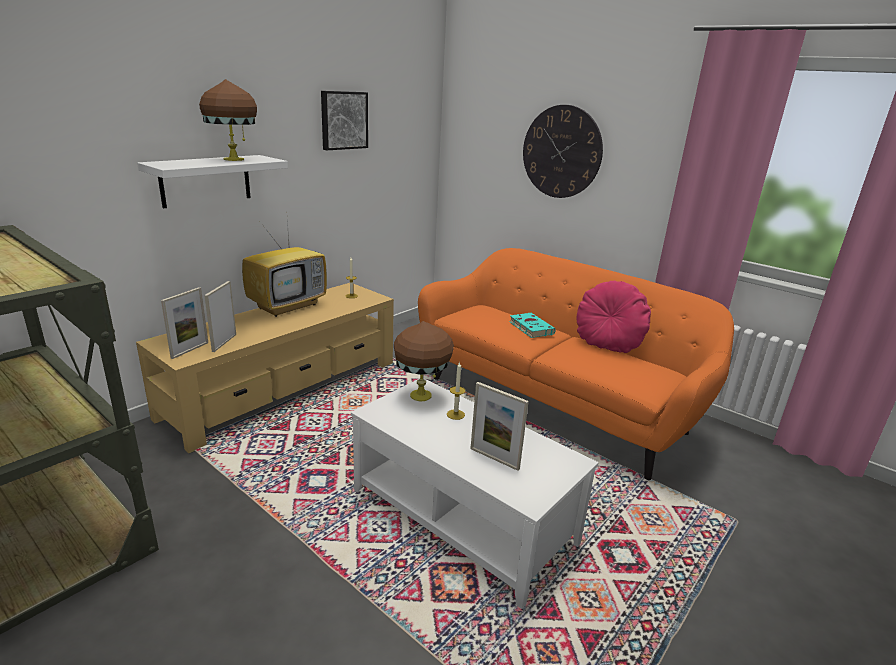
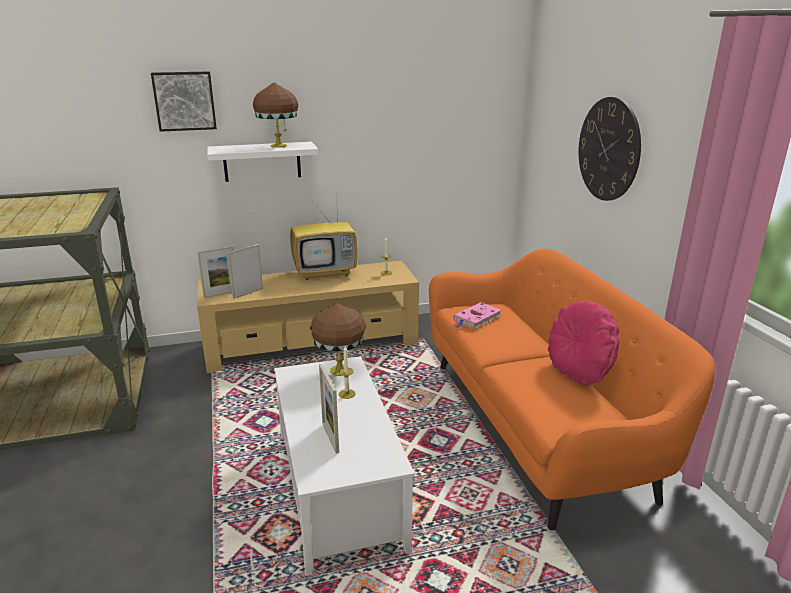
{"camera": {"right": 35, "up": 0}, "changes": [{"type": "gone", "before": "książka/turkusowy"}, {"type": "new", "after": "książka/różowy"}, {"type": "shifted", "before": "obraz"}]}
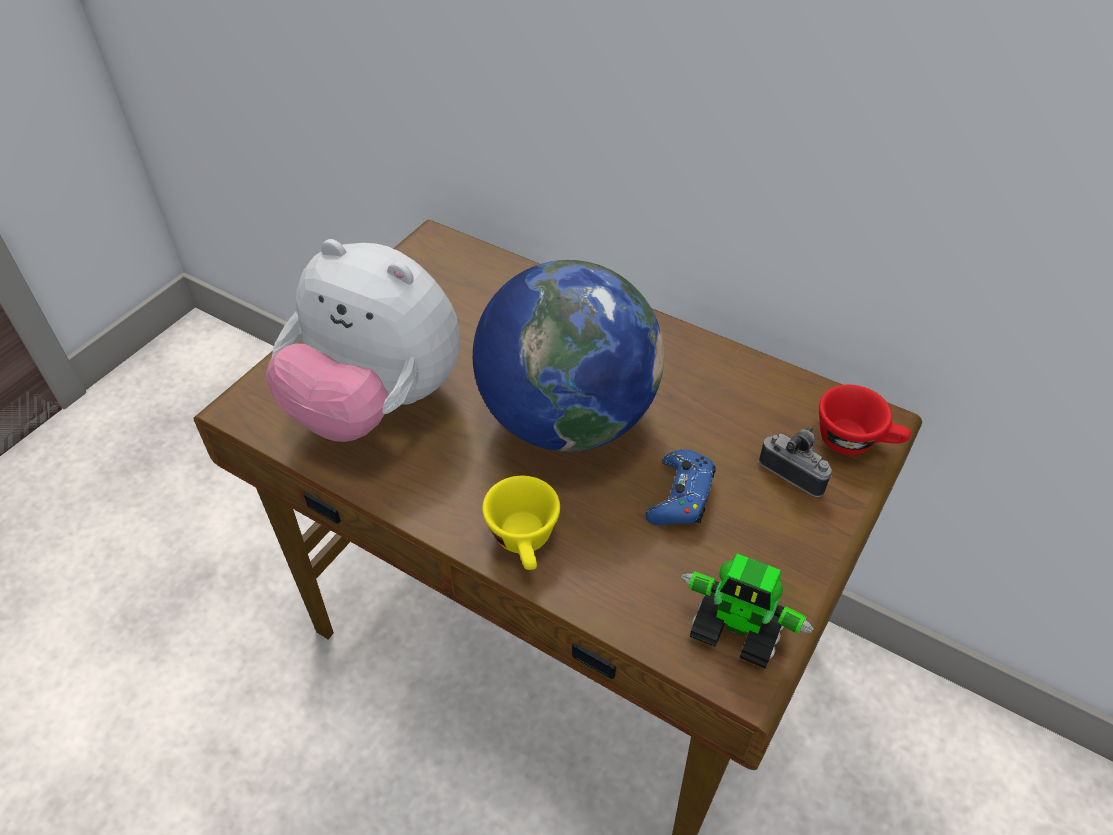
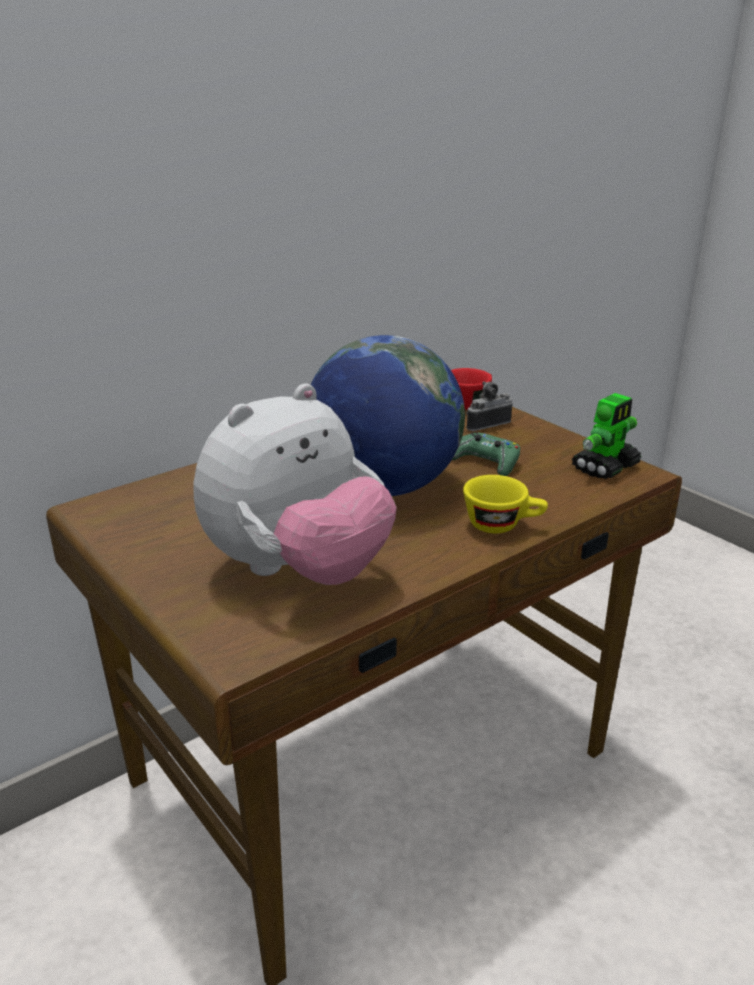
{"camera": {"right": -70, "up": -20}, "changes": [{"type": "repainted", "before": "pad do gier/niebieski", "after": "pad do gier/zielony"}]}
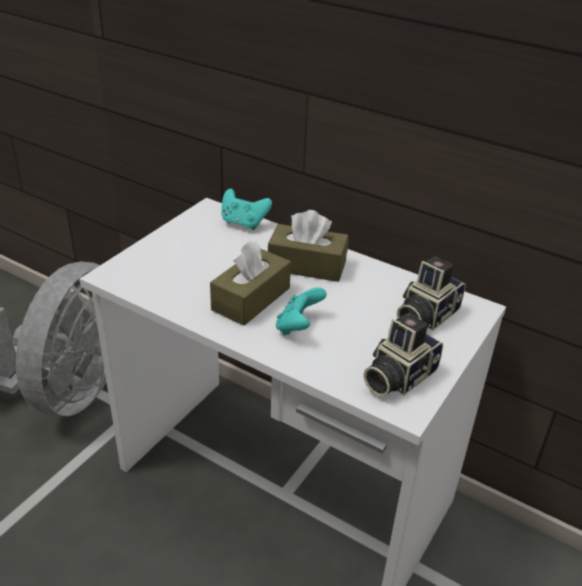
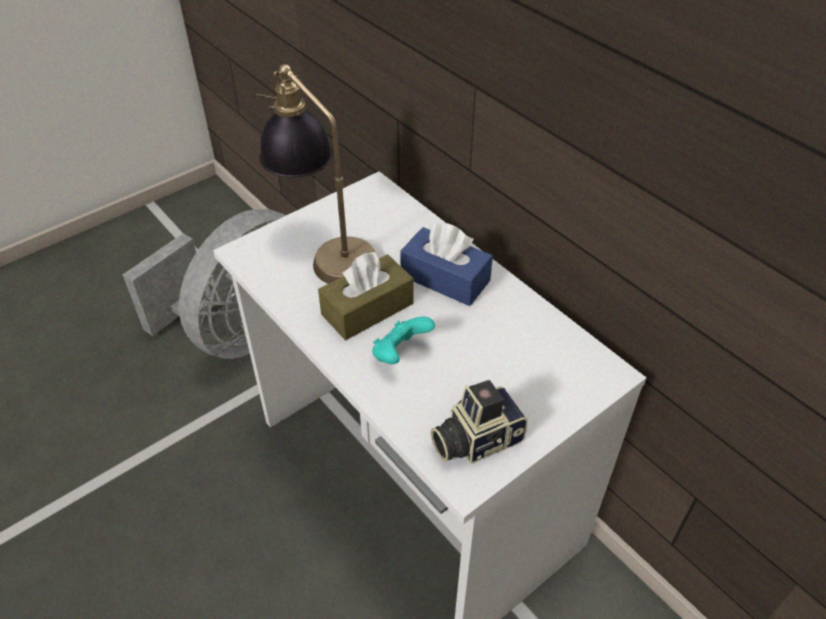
{"camera": {"right": 20, "up": 10}, "changes": [{"type": "gone", "before": "pad do gier/turkusowy (no. 1 from left)"}, {"type": "gone", "before": "aparat fotograficzny (no. 2 from left)"}, {"type": "new", "after": "lampa stołowa"}, {"type": "repainted", "before": "pudełko chusteczek/brązowy (no. 2 from left)", "after": "pudełko chusteczek/niebieski"}]}
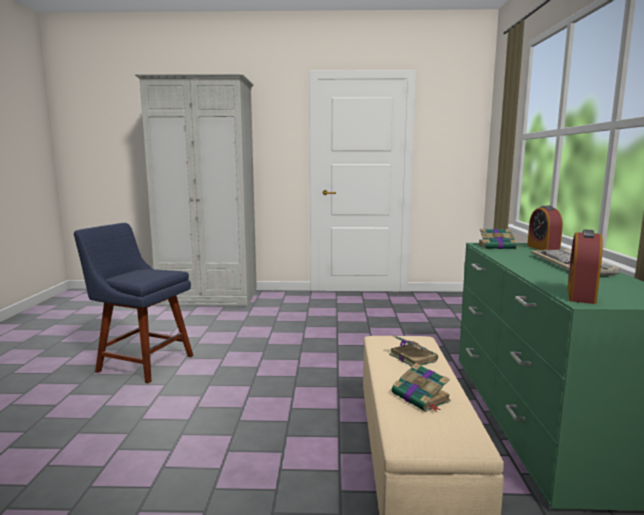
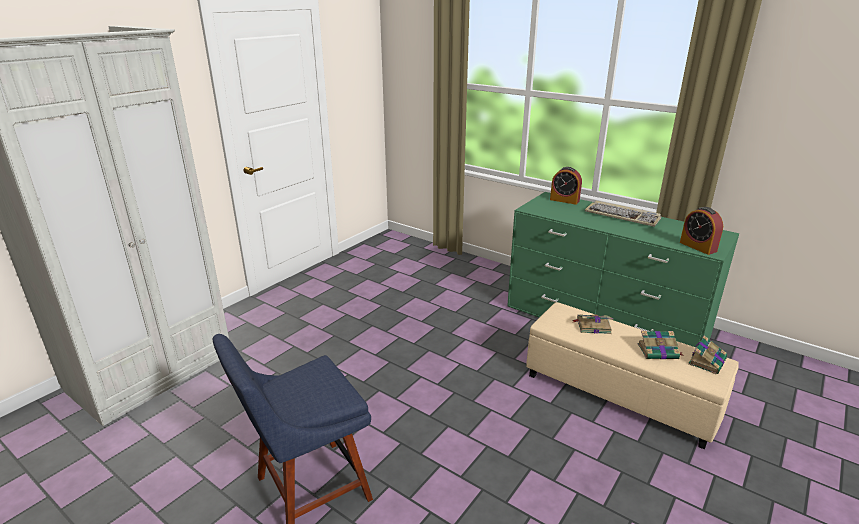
{"camera": {"right": -55, "up": 15}, "changes": [{"type": "shifted", "before": "książka (no. 3 from left)"}]}
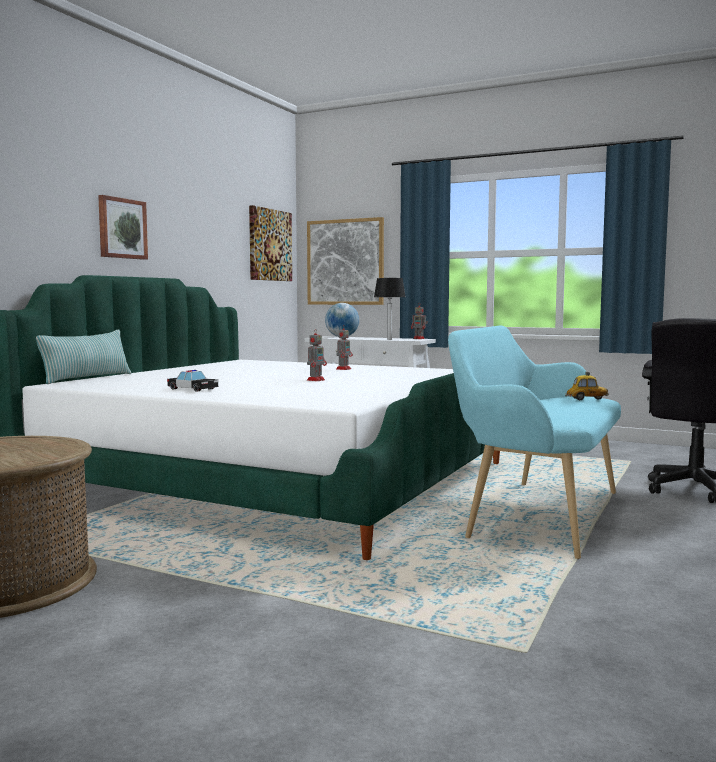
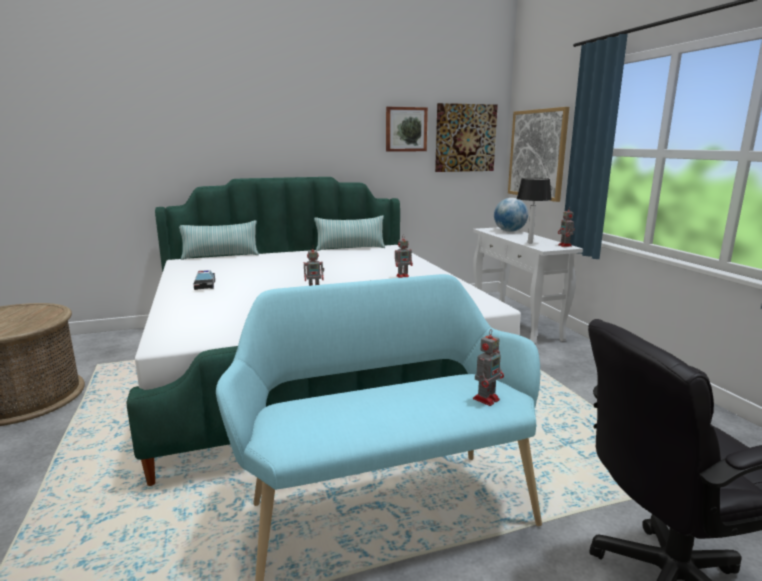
{"camera": {"right": 45, "up": 10}, "changes": [{"type": "new", "after": "poduszka (no. 2 from left)"}, {"type": "shifted", "before": "obraz (no. 1 from left)"}, {"type": "swapped", "before": "samochodzik (no. 2 from left)", "after": "robot zabawkowy (no. 3 from left)"}]}
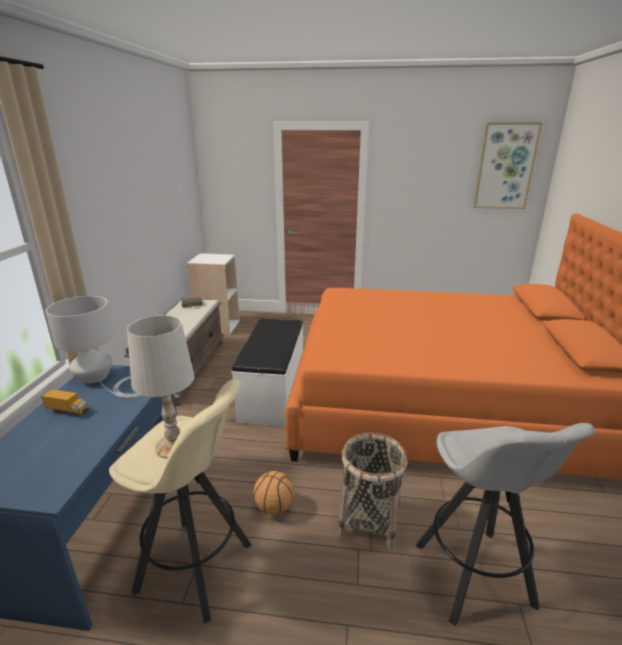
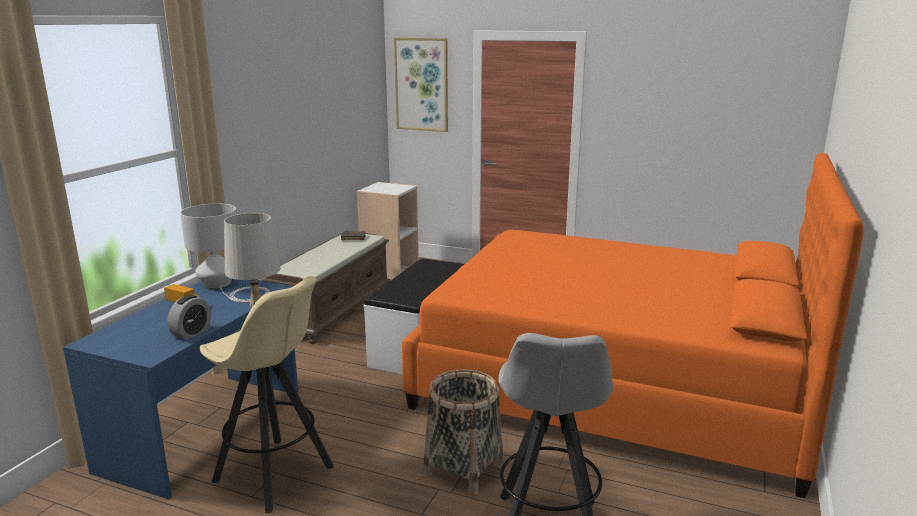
{"camera": {"right": 15, "up": -5}, "changes": [{"type": "gone", "before": "piłka do koszykówki"}, {"type": "new", "after": "budzik"}, {"type": "shifted", "before": "obraz"}]}
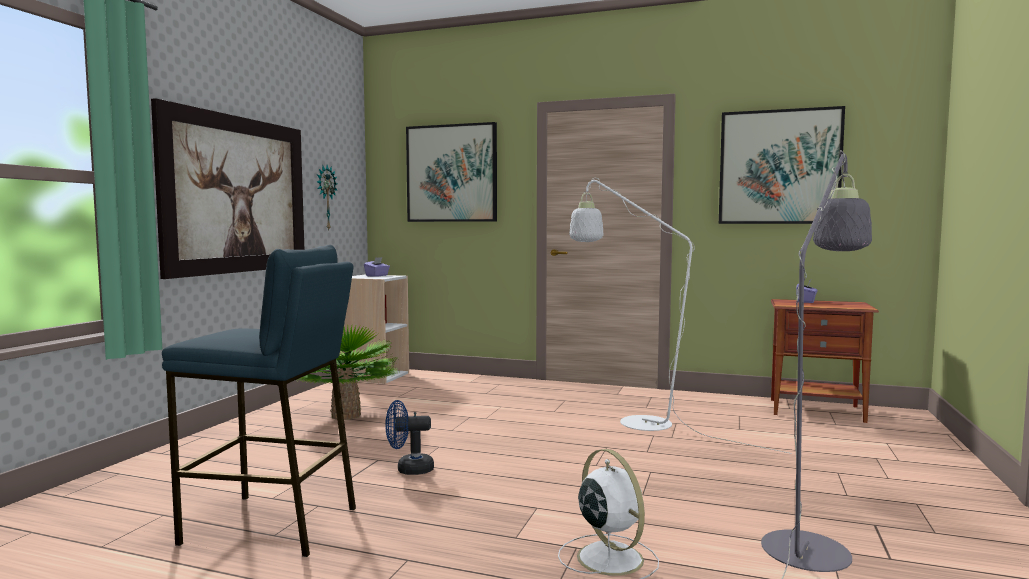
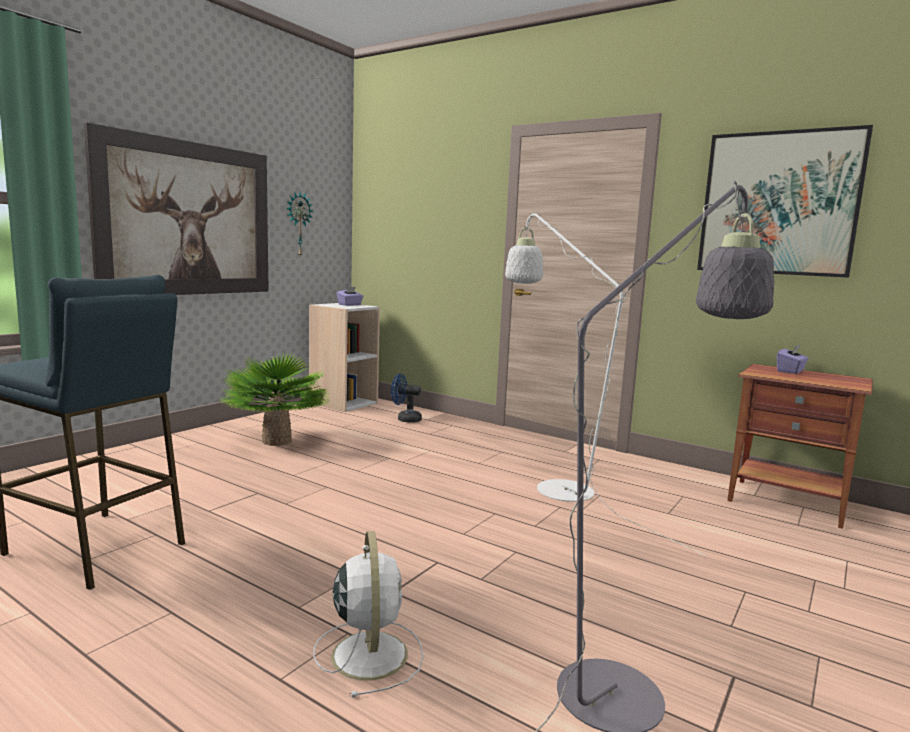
{"camera": {"right": 15, "up": 5}, "changes": [{"type": "gone", "before": "obraz (no. 2 from left)"}, {"type": "shifted", "before": "wentylator/niebieski"}]}
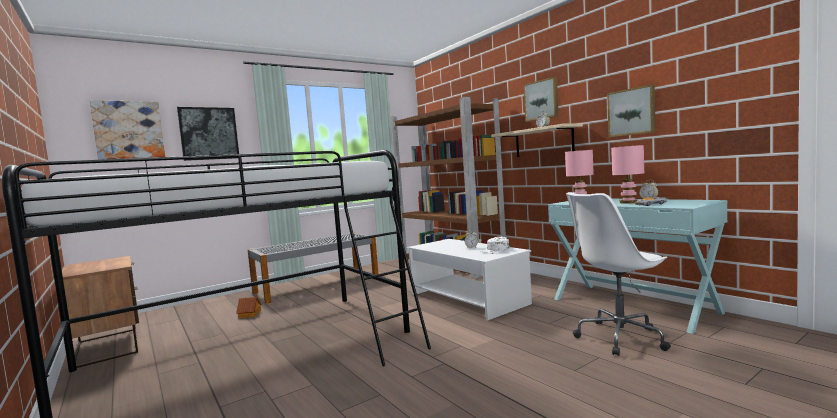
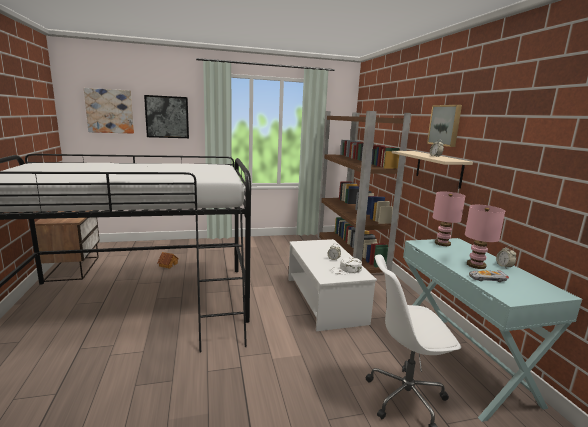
{"camera": {"right": 20, "up": 10}, "changes": [{"type": "gone", "before": "ławka/szary"}, {"type": "gone", "before": "obraz (no. 4 from left)"}]}
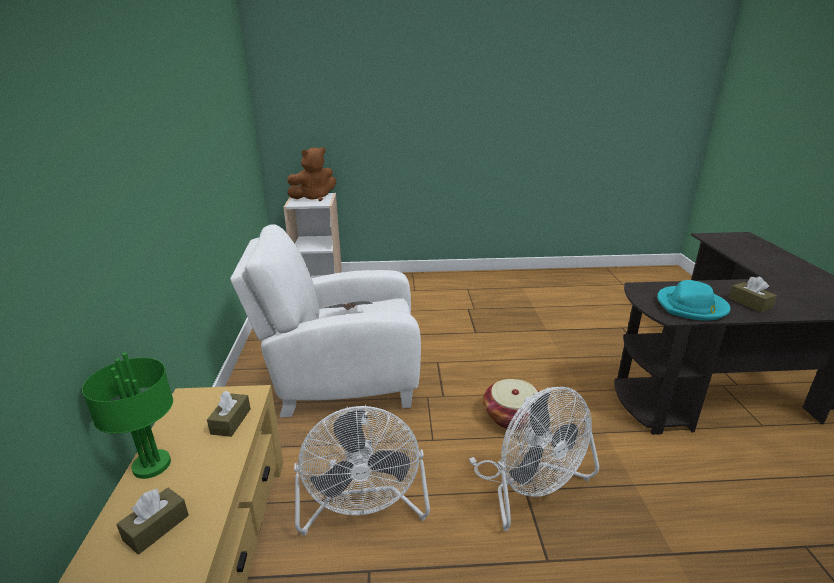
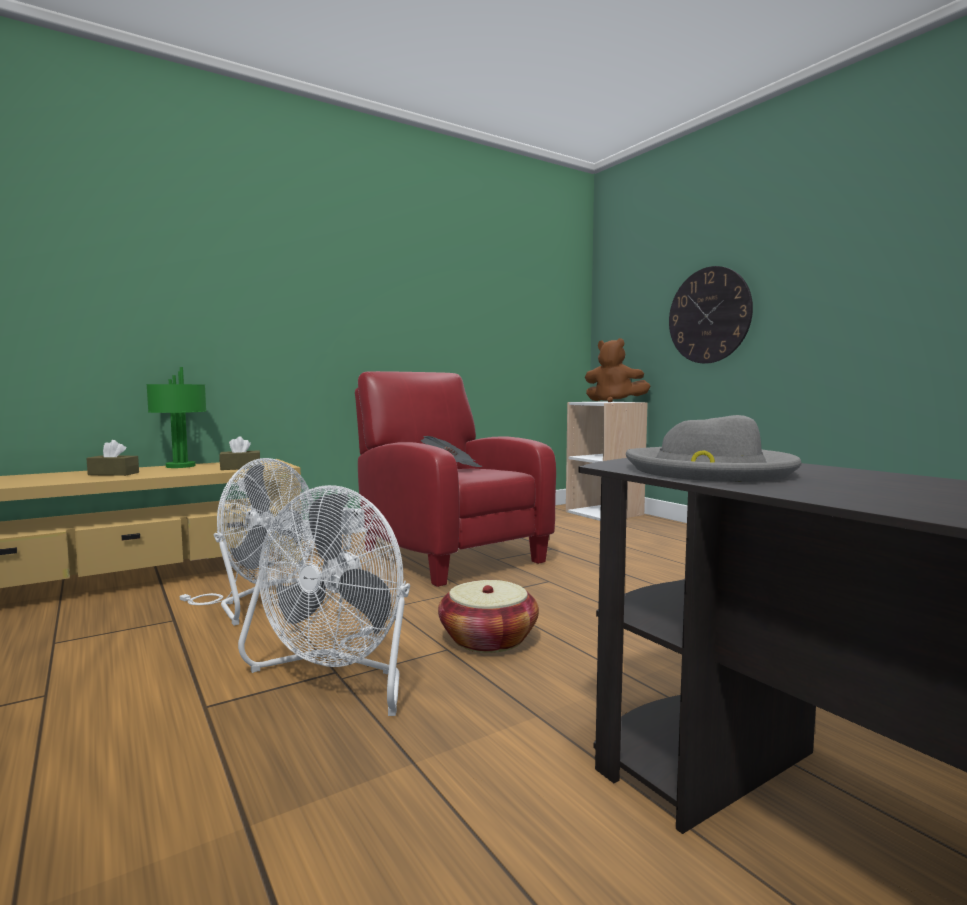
{"camera": {"right": 60, "up": -20}, "changes": [{"type": "gone", "before": "pudełko chusteczek/brązowy (no. 3 from left)"}, {"type": "new", "after": "zegar ścienny"}, {"type": "repainted", "before": "fotel/biały", "after": "fotel/czerwony"}, {"type": "repainted", "before": "kapelusz/turkusowy", "after": "kapelusz/szary"}, {"type": "rotated", "before": "wentylator/biały (no. 1 from left)", "turn": -120}]}
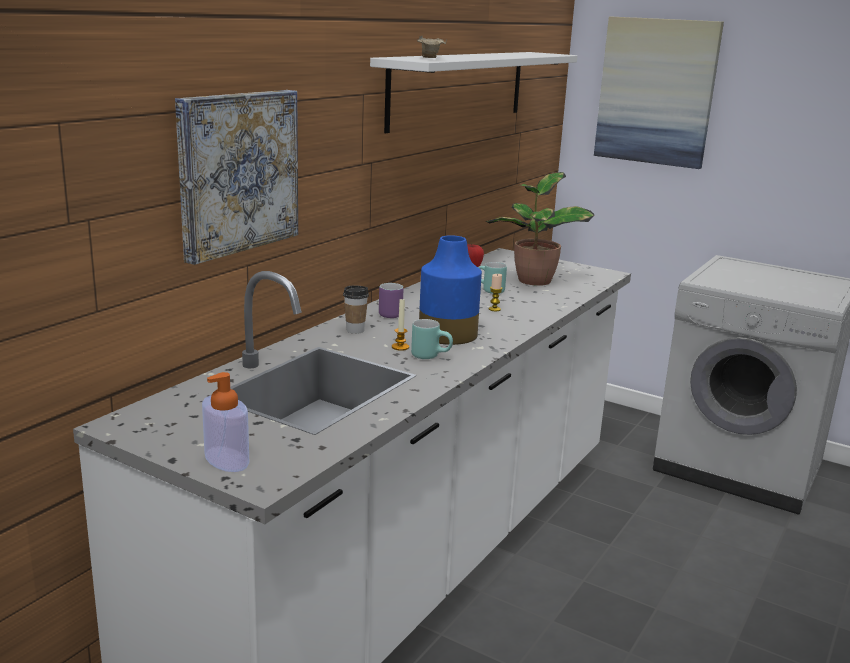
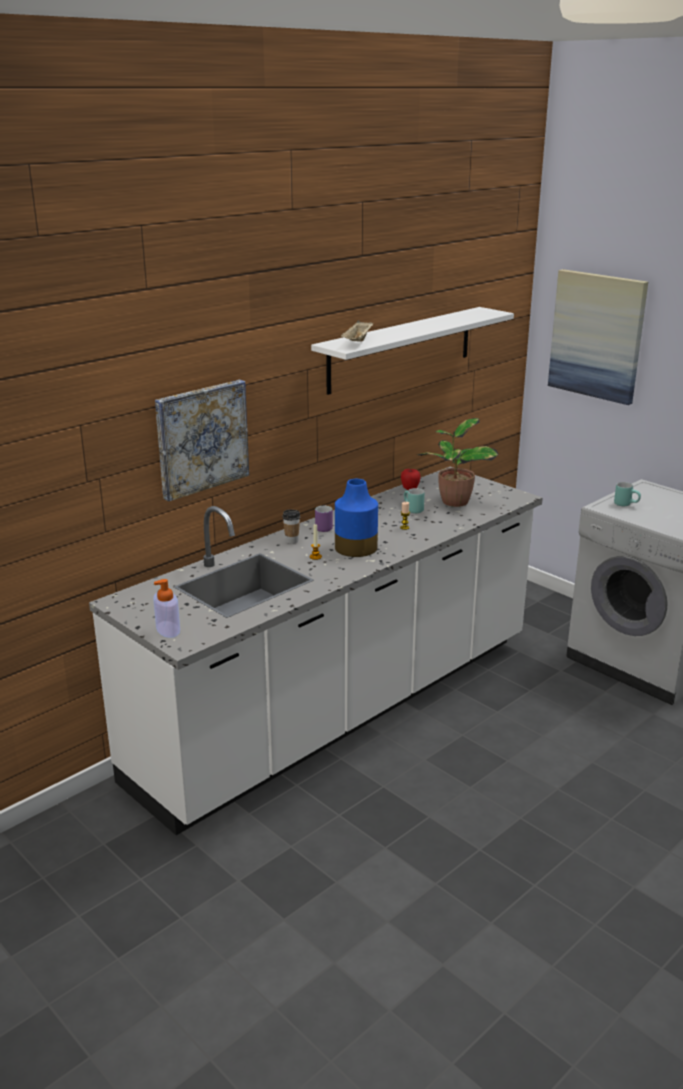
{"camera": {"right": 15, "up": 5}, "changes": [{"type": "shifted", "before": "kubek/turkusowy (no. 1 from left in the first image)", "after": "kubek/turkusowy (no. 2 from left)"}]}
